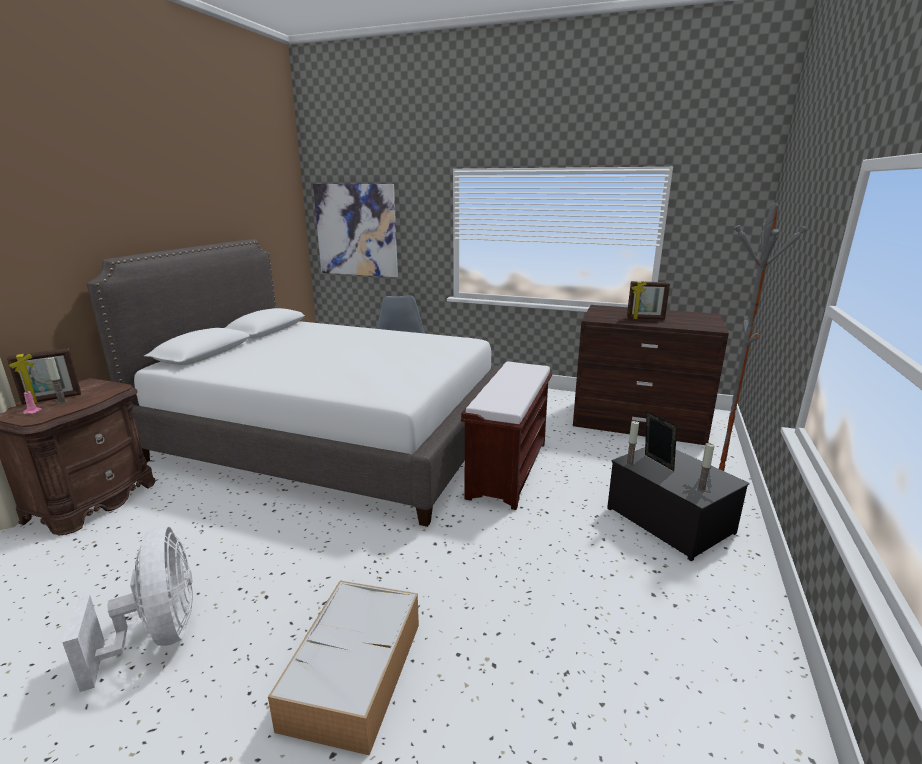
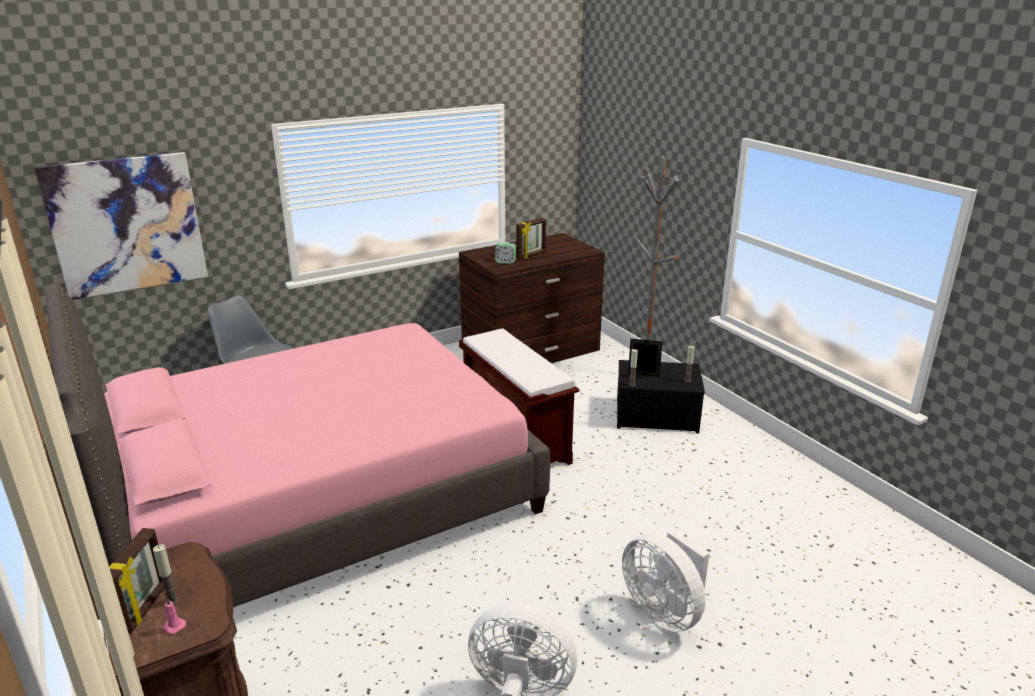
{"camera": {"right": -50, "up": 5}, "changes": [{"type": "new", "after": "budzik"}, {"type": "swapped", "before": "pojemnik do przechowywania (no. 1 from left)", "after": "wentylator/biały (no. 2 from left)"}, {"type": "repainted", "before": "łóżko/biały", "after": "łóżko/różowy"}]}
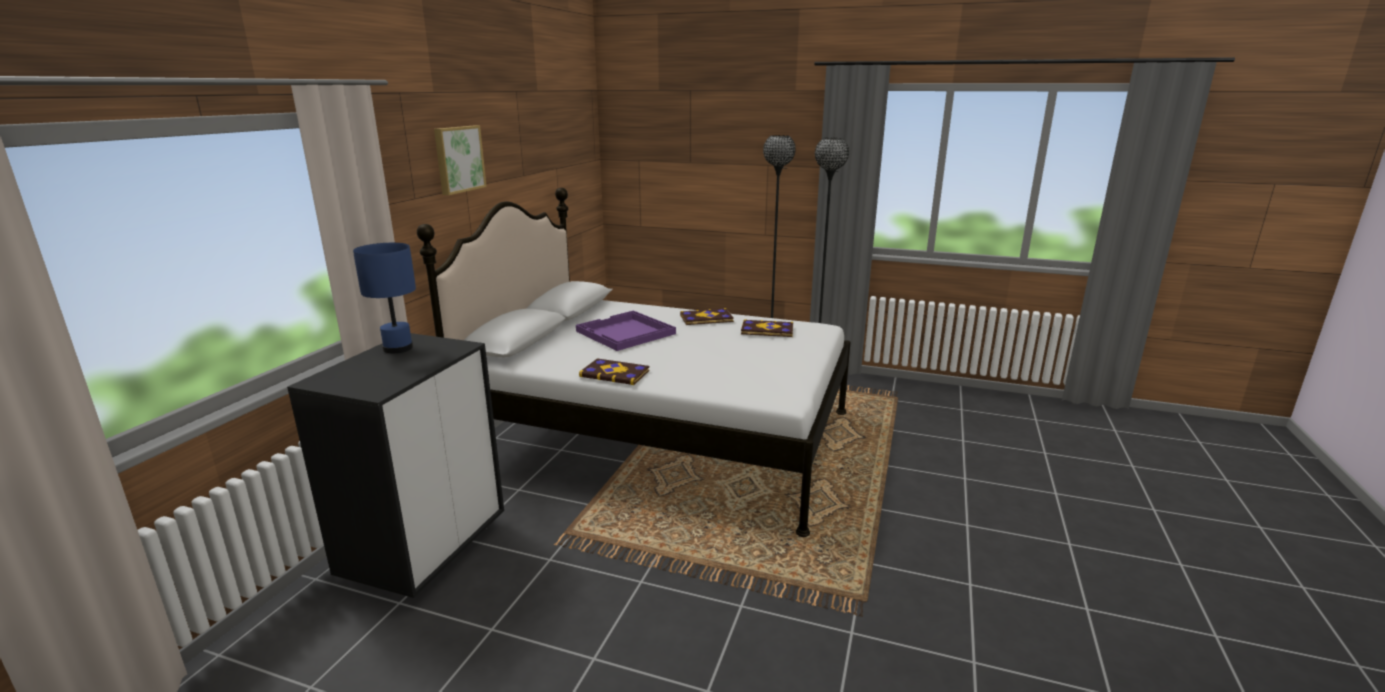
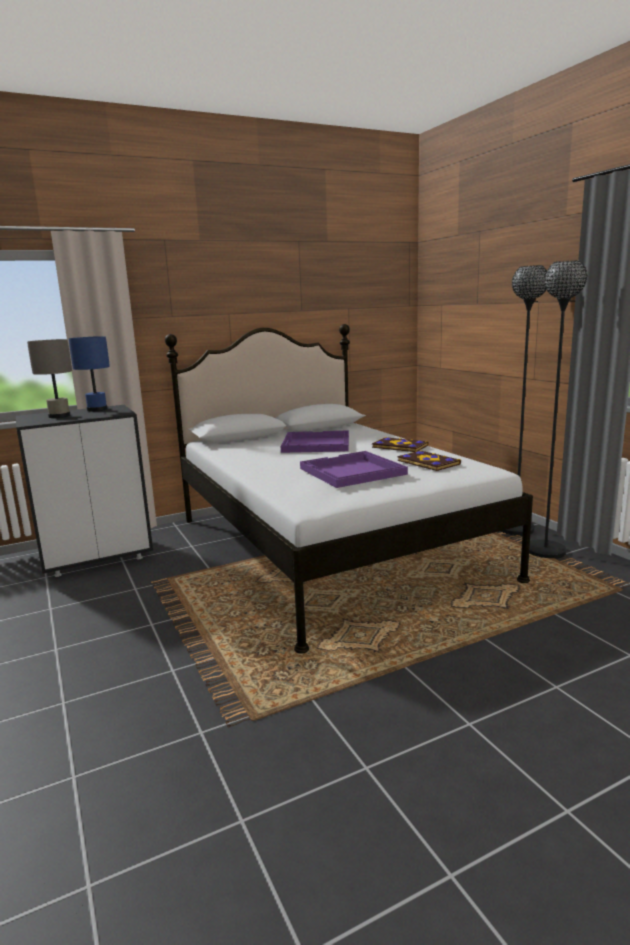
{"camera": {"right": 45, "up": -5}, "changes": [{"type": "gone", "before": "obraz"}, {"type": "gone", "before": "książka (no. 1 from left)"}, {"type": "new", "after": "lampa stołowa/szary"}, {"type": "new", "after": "taca/fioletowy (no. 2 from left)"}]}
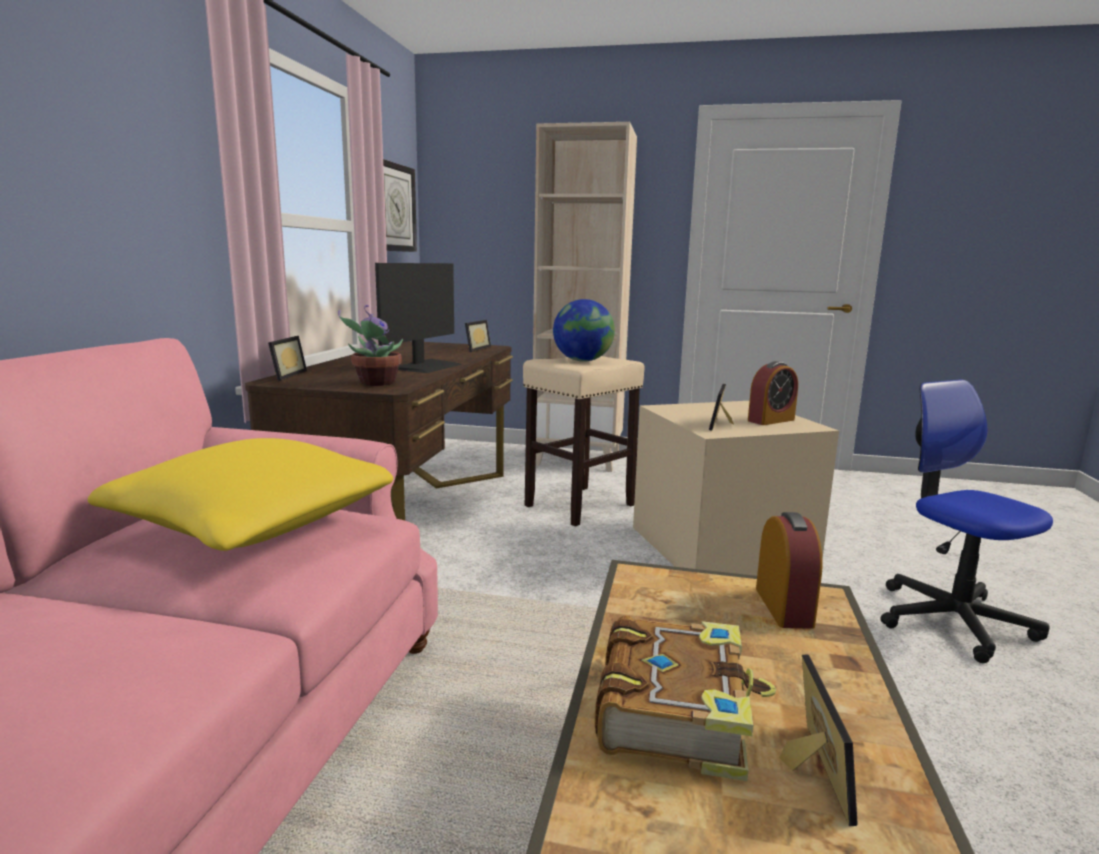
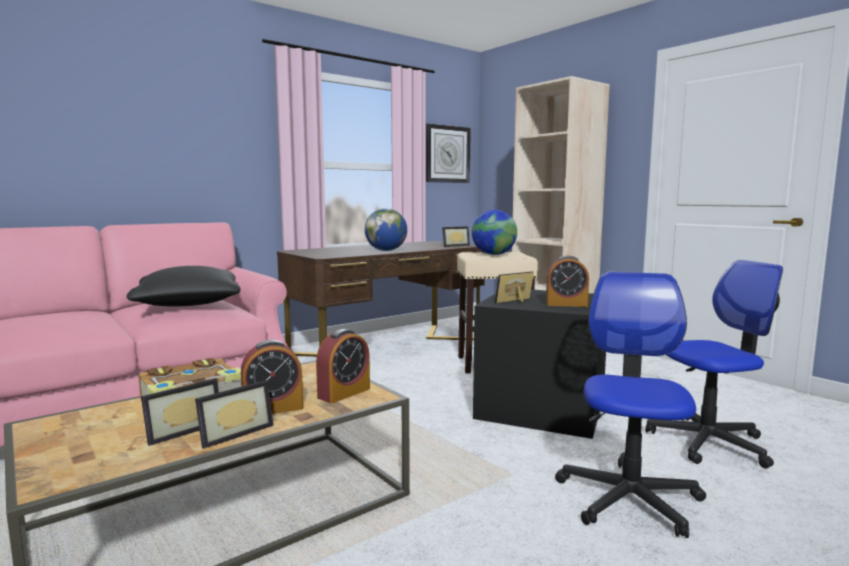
{"camera": {"right": 40, "up": -5}, "changes": [{"type": "gone", "before": "roślina doniczkowa"}, {"type": "new", "after": "budzik (no. 1 from left)"}, {"type": "new", "after": "krzesło biurowe (no. 2 from left)"}, {"type": "shifted", "before": "ramka na zdjęcie (no. 1 from left in the first image)", "after": "ramka na zdjęcie (no. 2 from left)"}, {"type": "swapped", "before": "monitor", "after": "globus (no. 1 from left)"}, {"type": "repainted", "before": "poduszka/żółty", "after": "poduszka/czarny"}, {"type": "repainted", "before": "pojemnik do przechowywania/beżowy", "after": "pojemnik do przechowywania/czarny"}]}
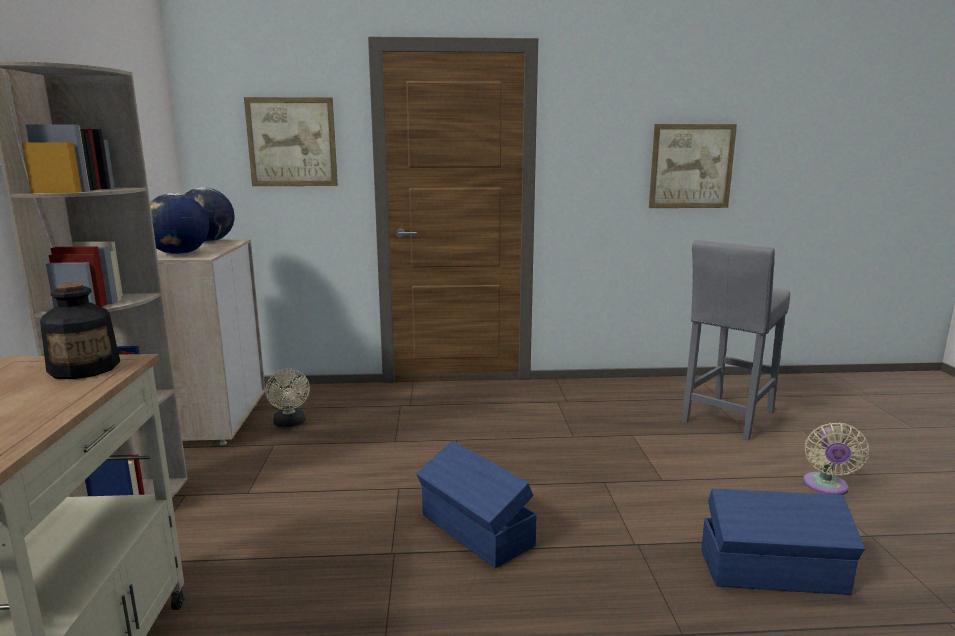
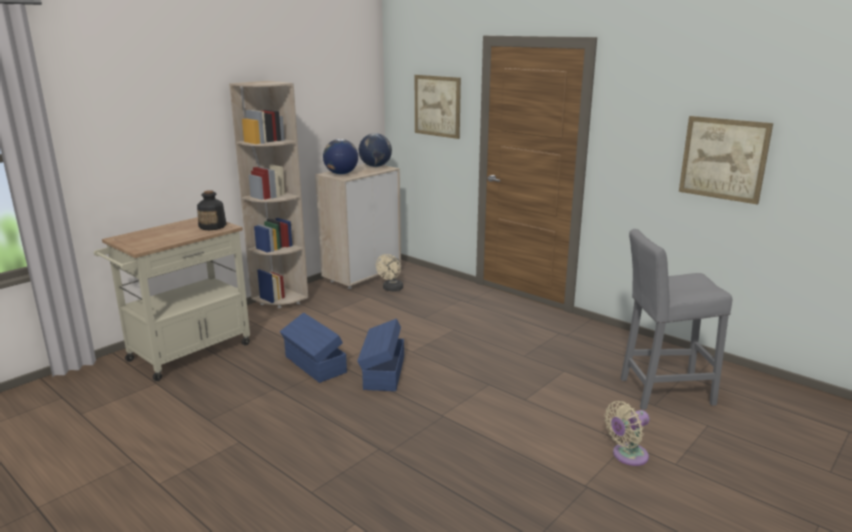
{"camera": {"right": 45, "up": 5}, "changes": [{"type": "shifted", "before": "pojemnik do przechowywania/niebieski (no. 2 from left in the first image)", "after": "pojemnik do przechowywania/niebieski (no. 1 from left)"}]}
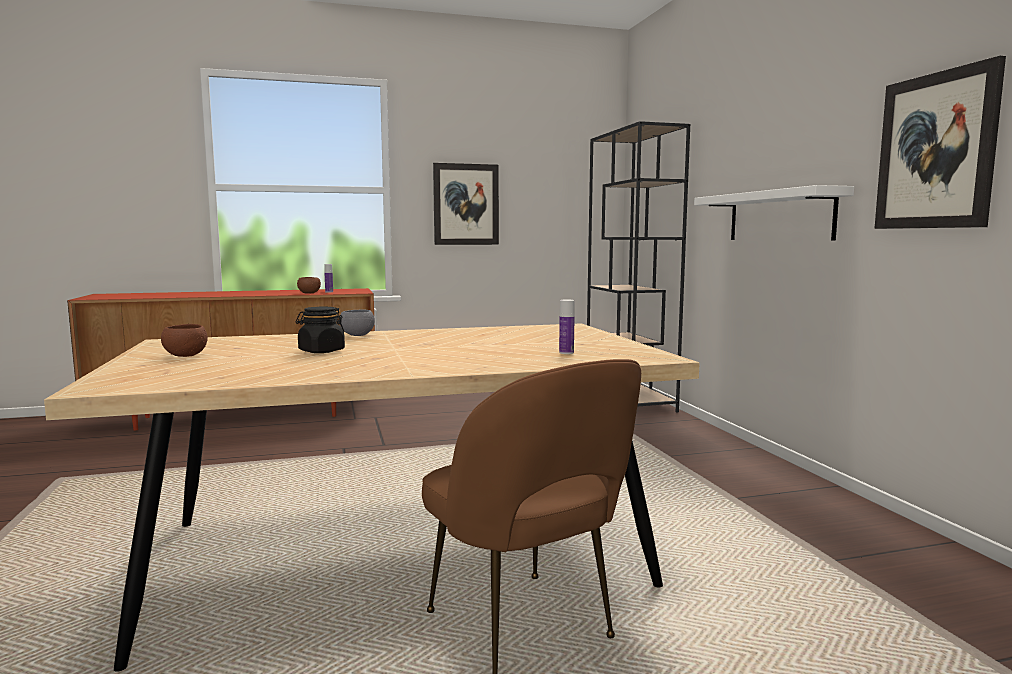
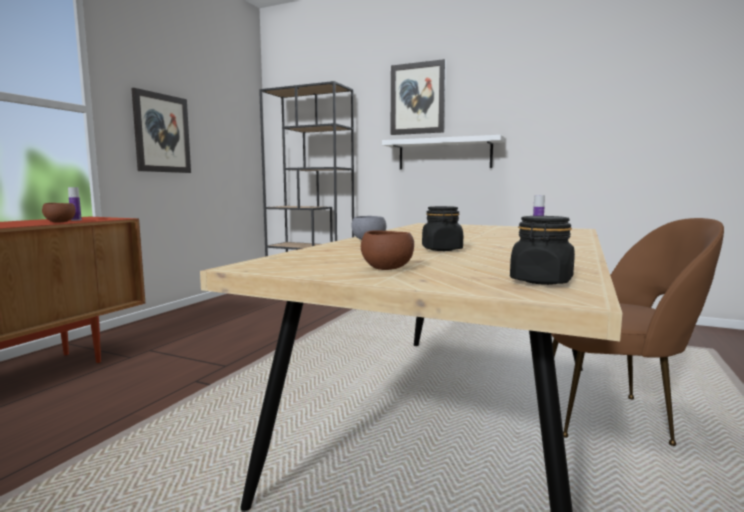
{"camera": {"right": -50, "up": 0}, "changes": [{"type": "new", "after": "słoik/czarny (no. 2 from left)"}, {"type": "shifted", "before": "obraz (no. 2 from left)"}]}
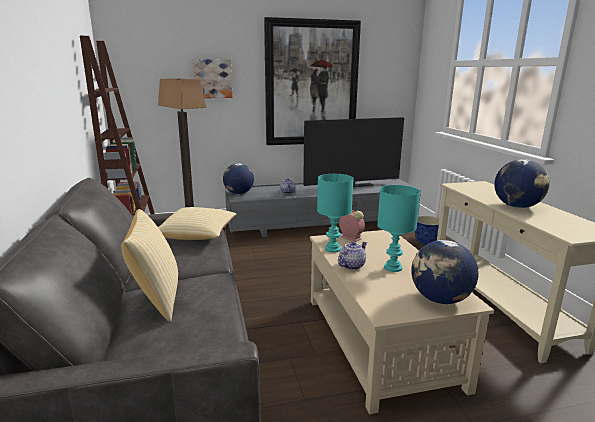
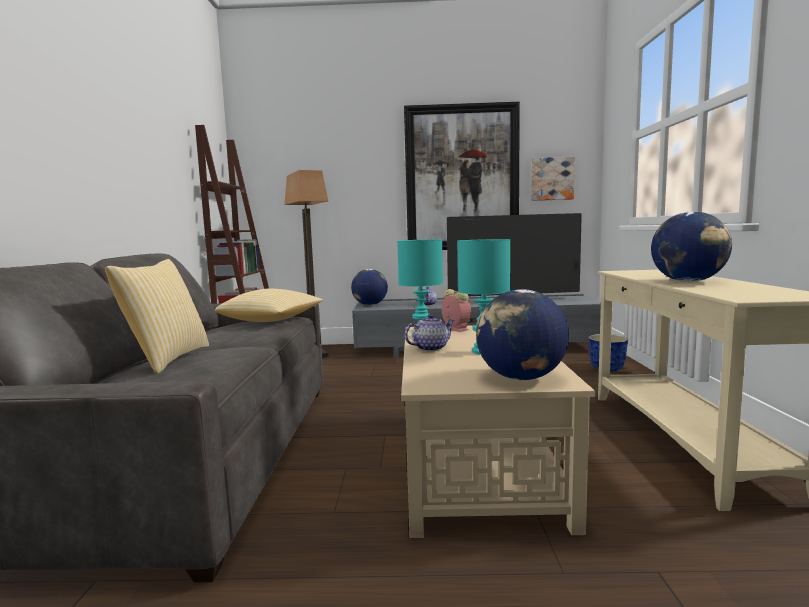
{"camera": {"right": 15, "up": -10}, "changes": [{"type": "shifted", "before": "obraz (no. 1 from left in the first image)", "after": "obraz (no. 2 from left)"}]}
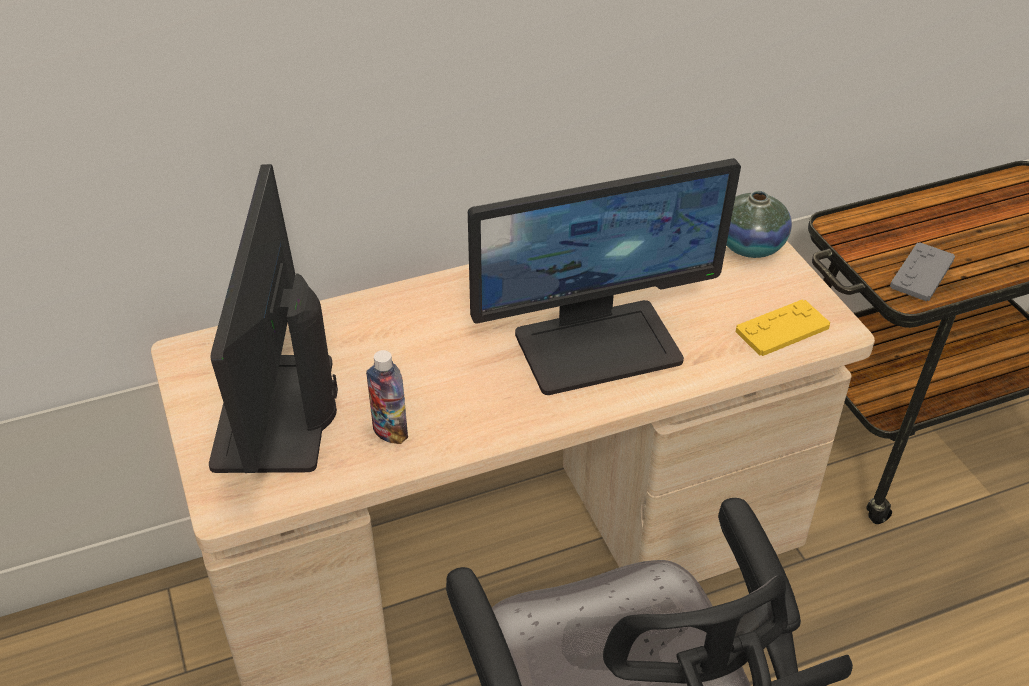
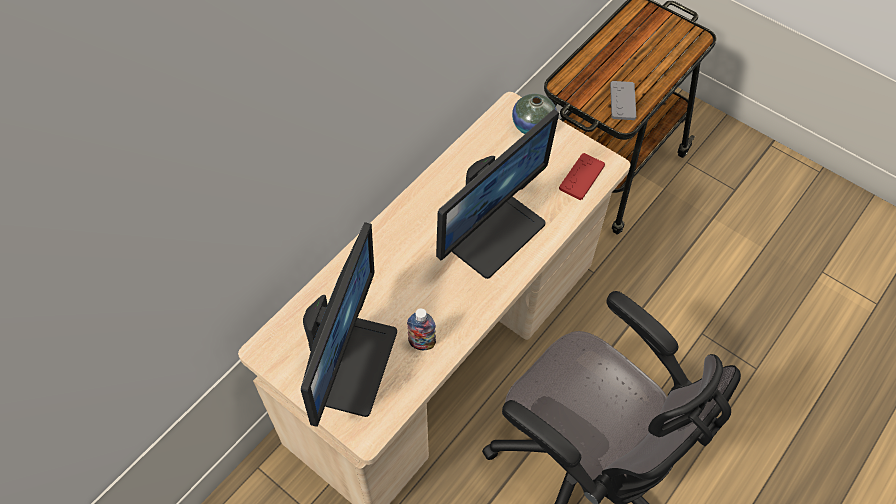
{"camera": {"right": -30, "up": 15}, "changes": [{"type": "repainted", "before": "pad do gier/żółty", "after": "pad do gier/czerwony"}, {"type": "rotated", "before": "monitor (no. 1 from left)", "turn": -135}]}
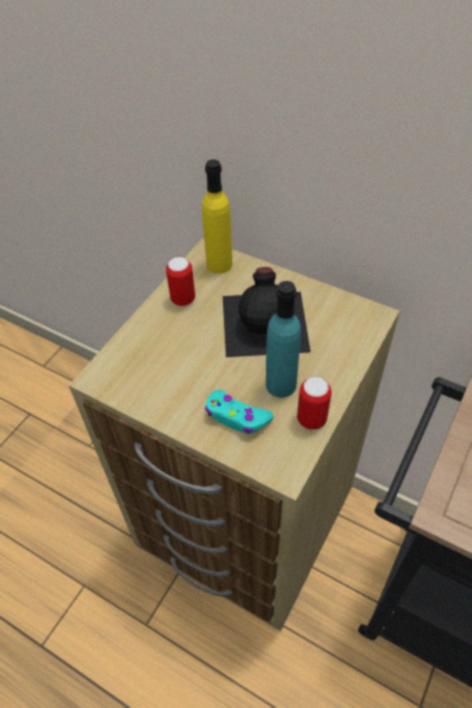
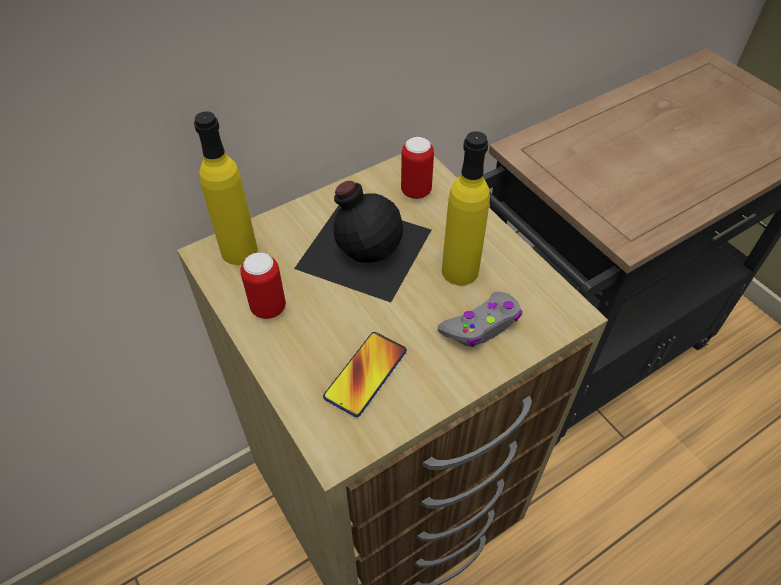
{"camera": {"right": -65, "up": 0}, "changes": [{"type": "new", "after": "telefon"}, {"type": "shifted", "before": "puszka (no. 2 from left)"}, {"type": "repainted", "before": "pad do gier/turkusowy", "after": "pad do gier/szary"}, {"type": "repainted", "before": "butelka/turkusowy", "after": "butelka/żółty (no. 2 from left)"}]}
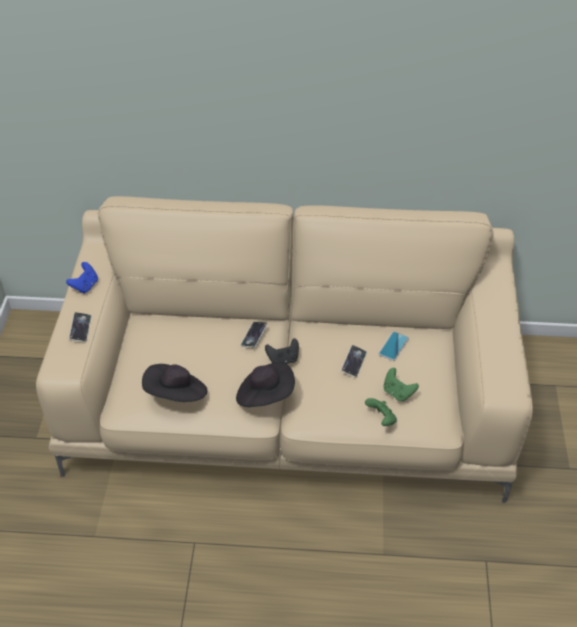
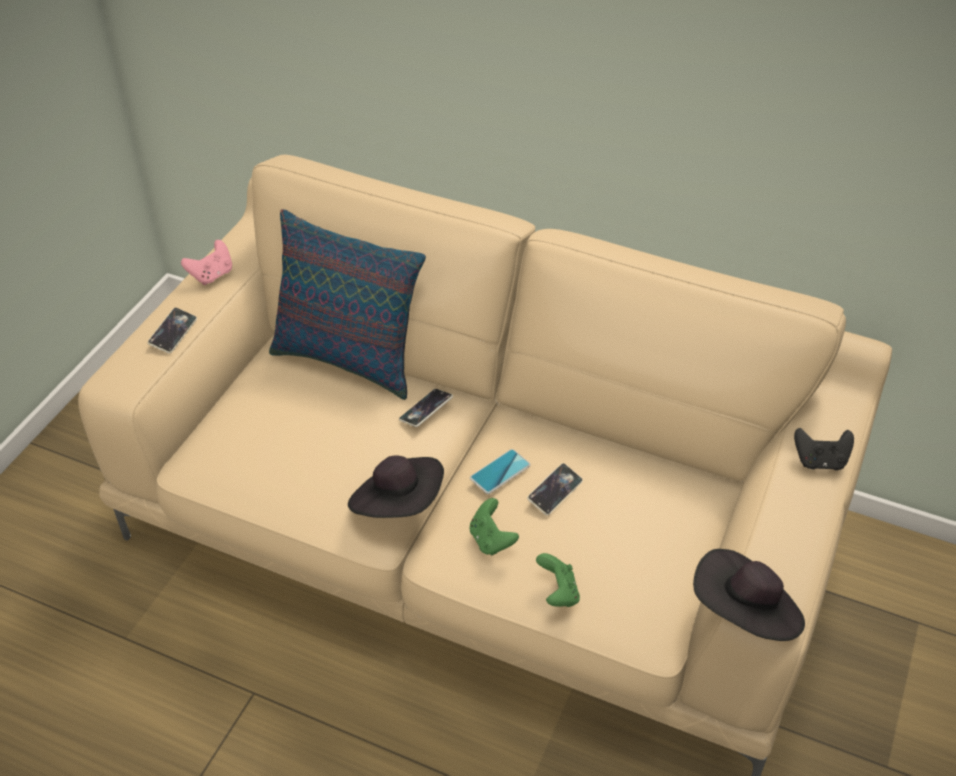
{"camera": {"right": 20, "up": 0}, "changes": [{"type": "new", "after": "poduszka/niebieski"}, {"type": "shifted", "before": "kapelusz/czarny (no. 1 from left in the first image)", "after": "kapelusz/czarny (no. 2 from left)"}, {"type": "shifted", "before": "pad do gier/czarny"}, {"type": "shifted", "before": "telefon (no. 4 from left in the first image)", "after": "telefon (no. 3 from left)"}, {"type": "shifted", "before": "pad do gier/zielony (no. 2 from left in the first image)", "after": "pad do gier/zielony (no. 1 from left)"}, {"type": "repainted", "before": "pad do gier/niebieski", "after": "pad do gier/różowy"}]}
